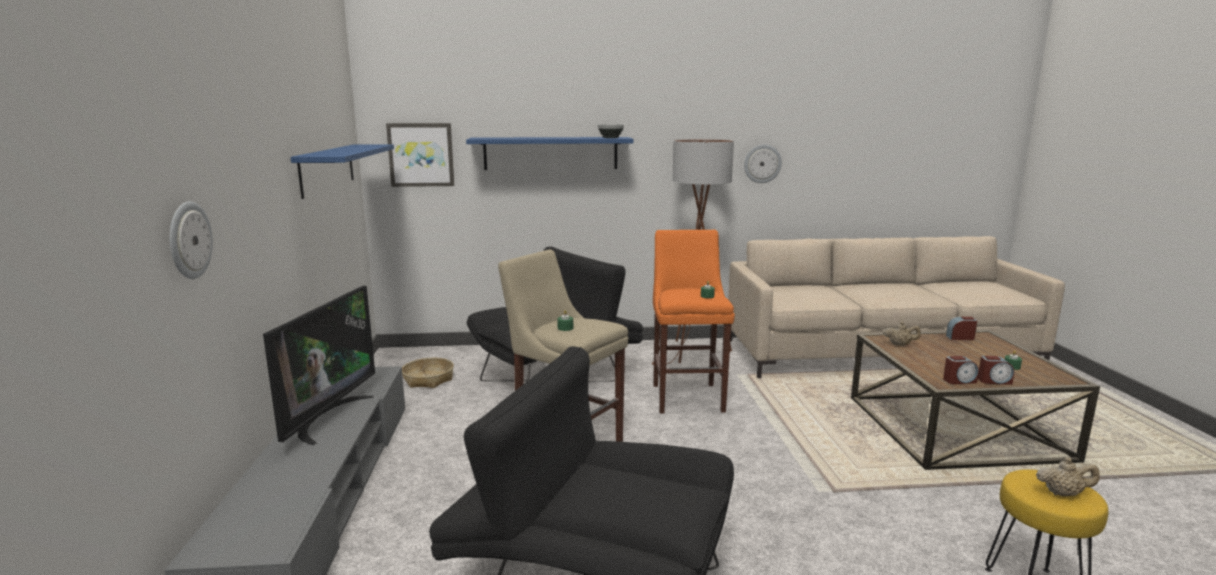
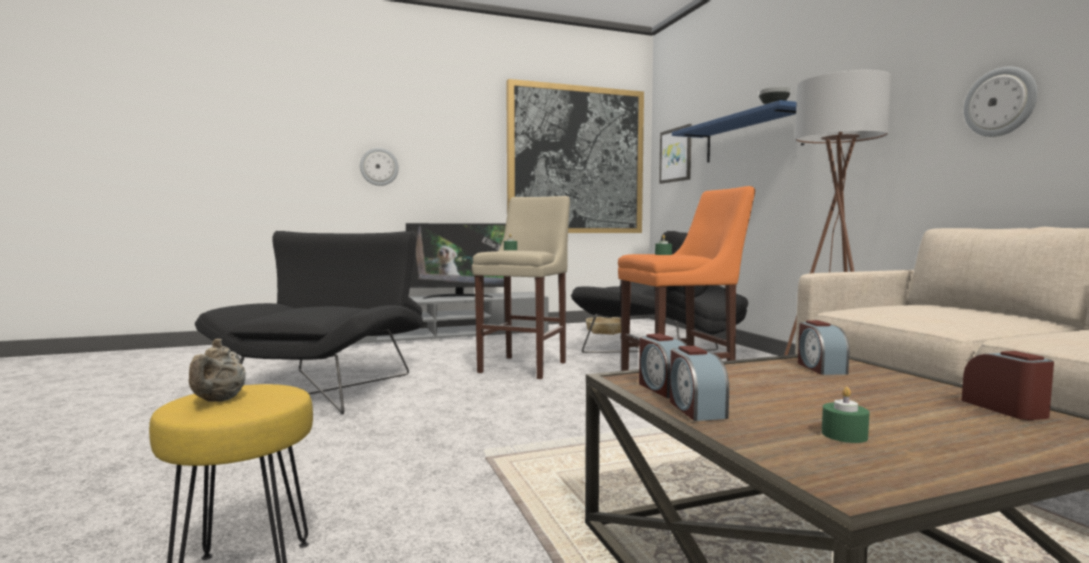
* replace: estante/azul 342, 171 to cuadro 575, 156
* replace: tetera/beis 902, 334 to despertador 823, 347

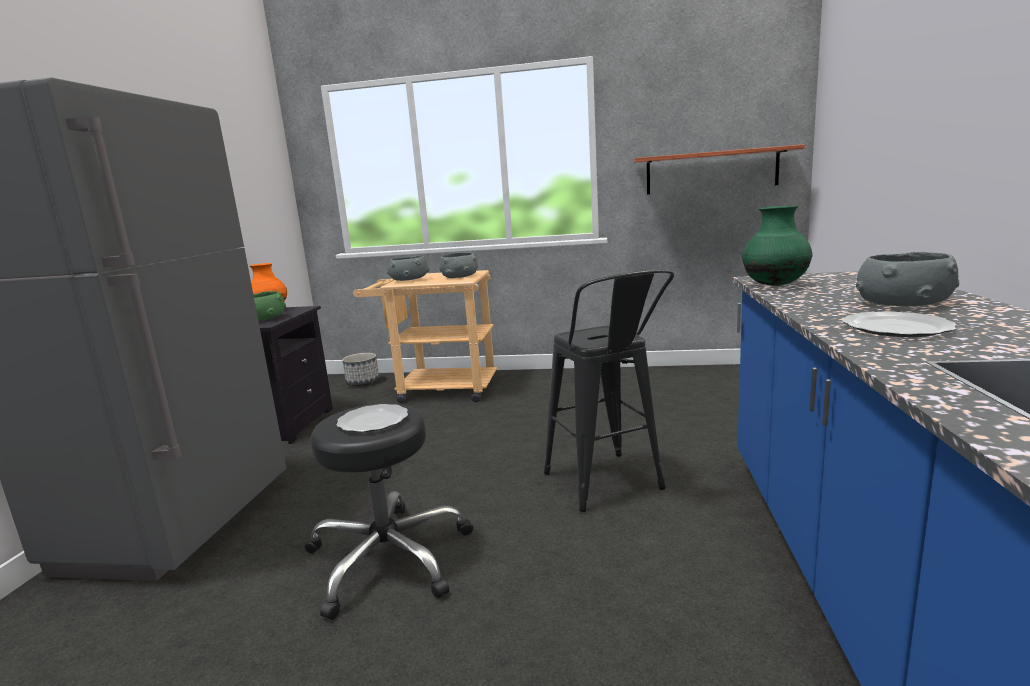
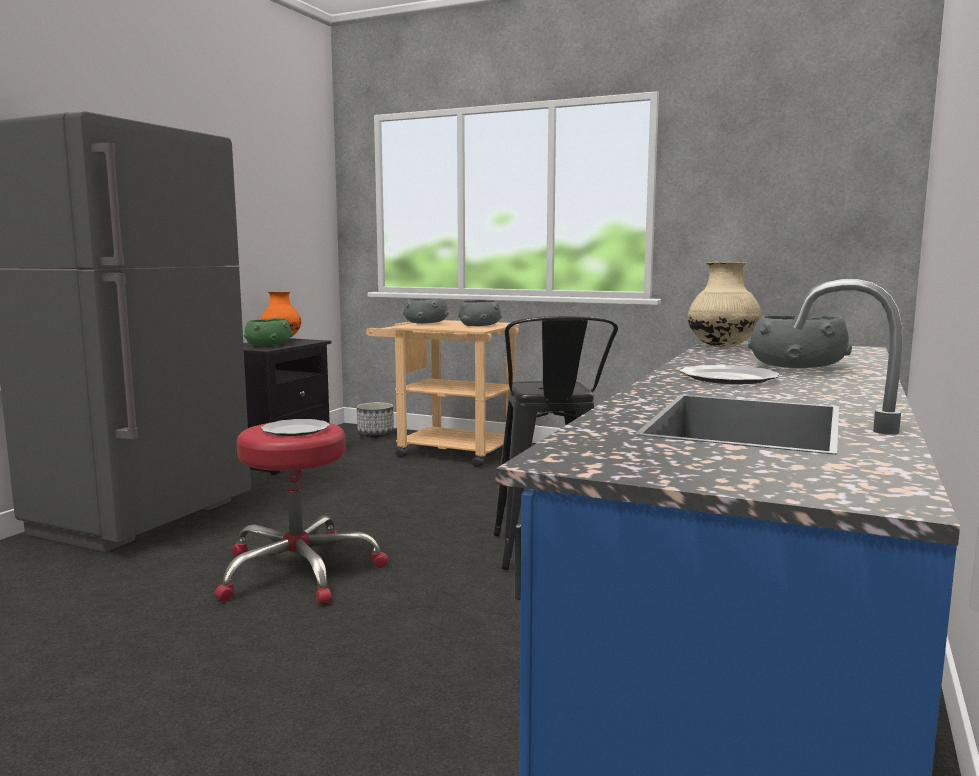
* recolor: taburete/negro 389, 511 to taburete/rojo 301, 513
* delete: estante 719, 169
* recolor: florero/verde 777, 246 to florero/beis 724, 304

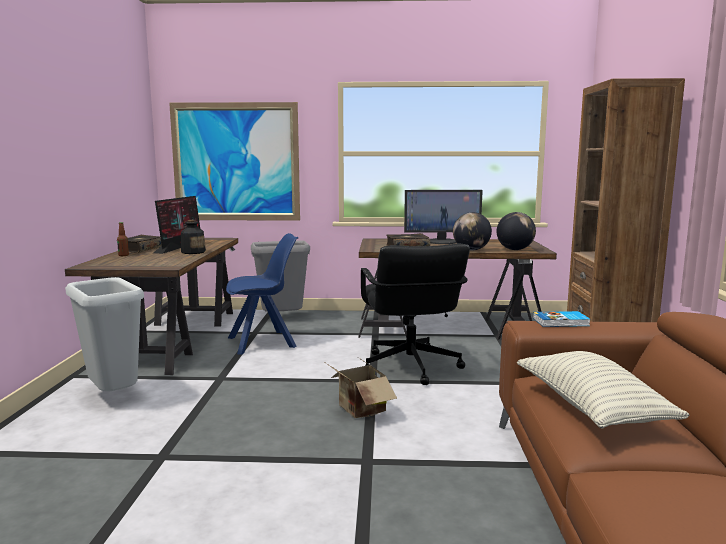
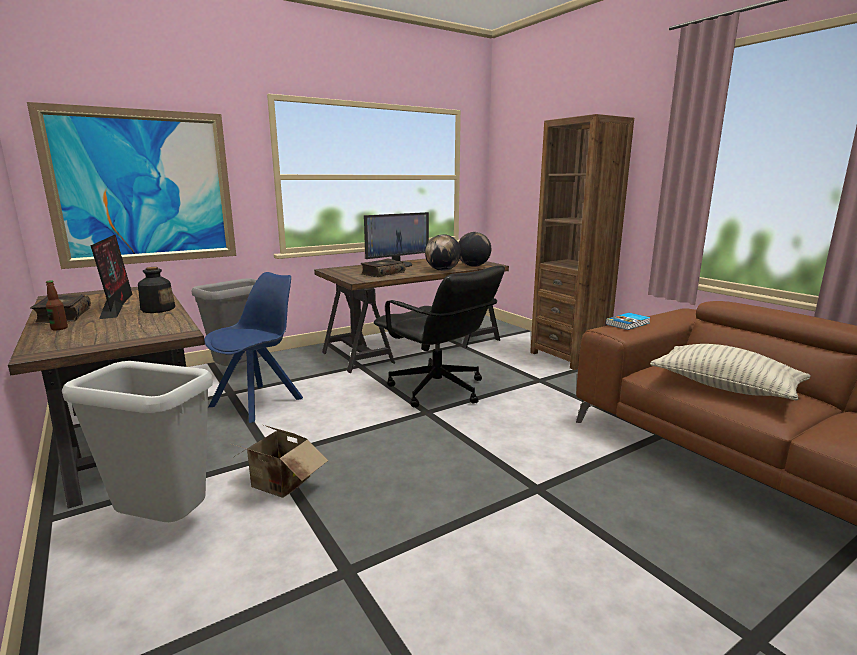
* move: caja de cartón 361, 388 to 280, 461

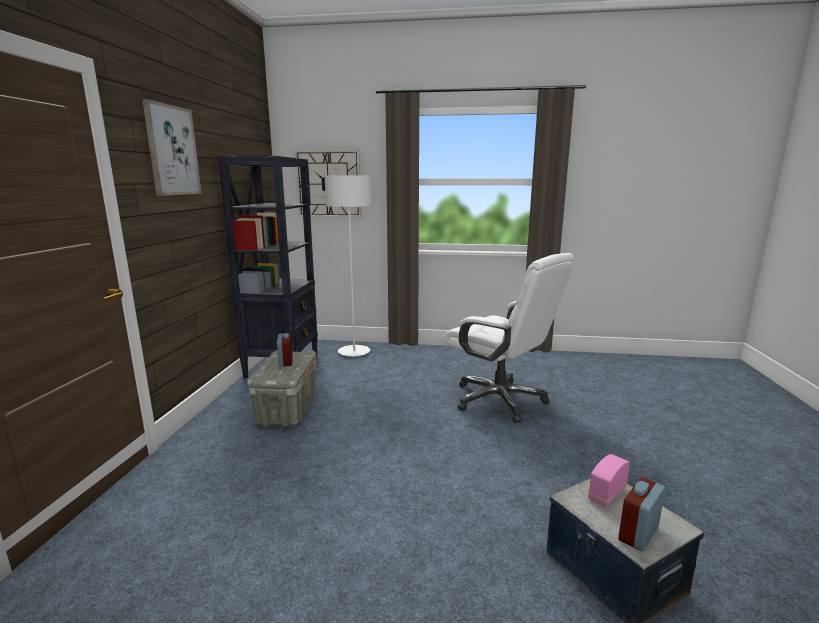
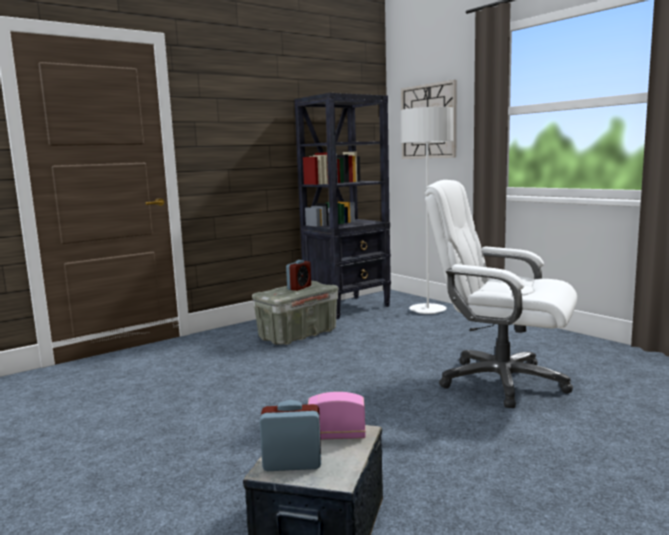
* delete: cuadro 172, 147
* rotate: silla de oficina/blanco 509, 338 = 501, 294 120 degrees clockwise

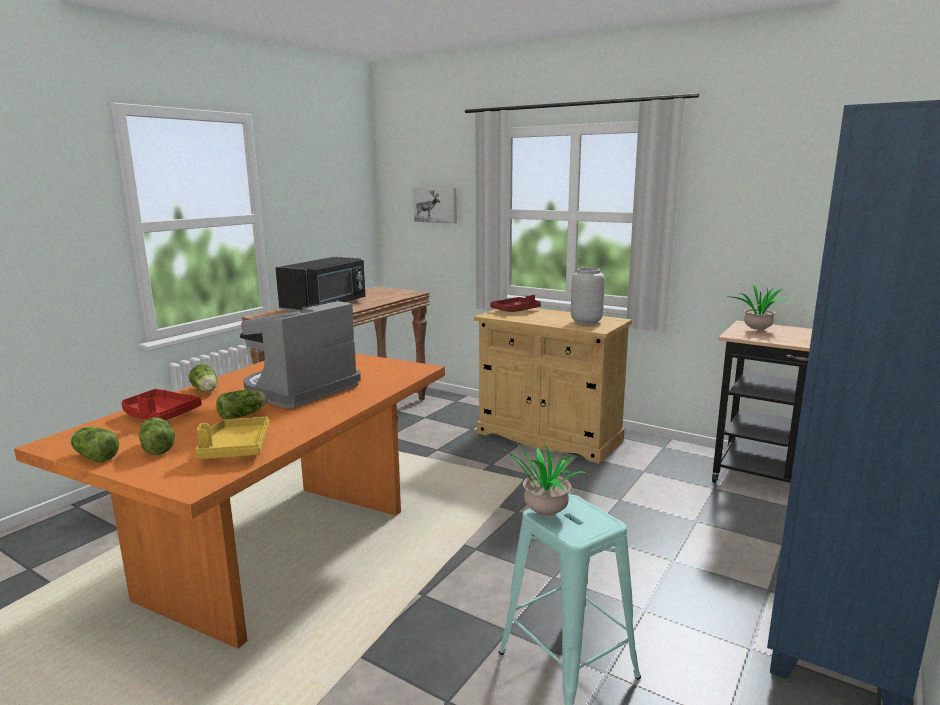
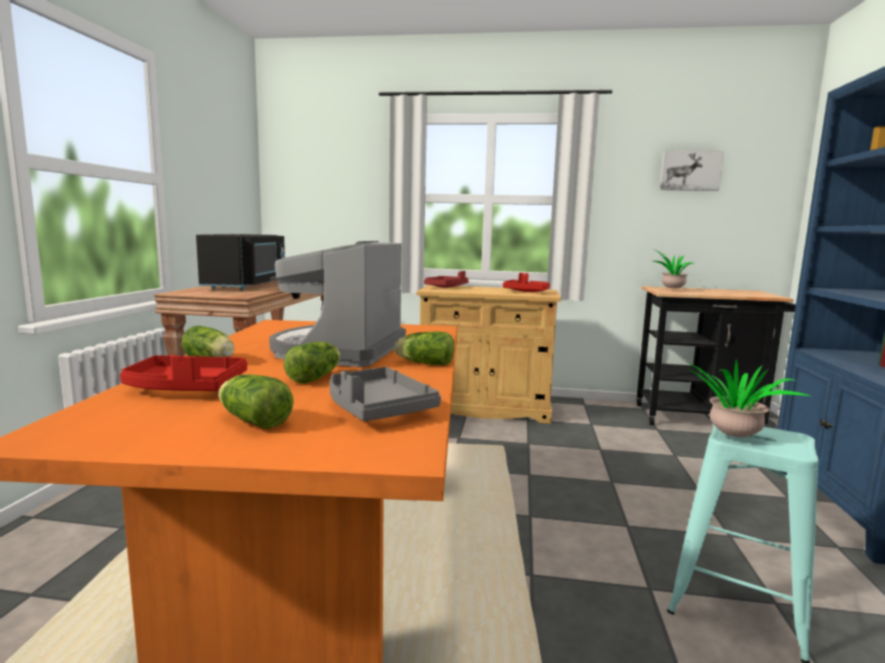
* move: lechuga 94, 444 to 424, 348
* recolor: bandeja/amarillo 232, 438 to bandeja/gris 385, 394
* move: cuadro 435, 205 to 692, 171
* replace: florero/gris 588, 296 to bandeja/rojo 526, 282

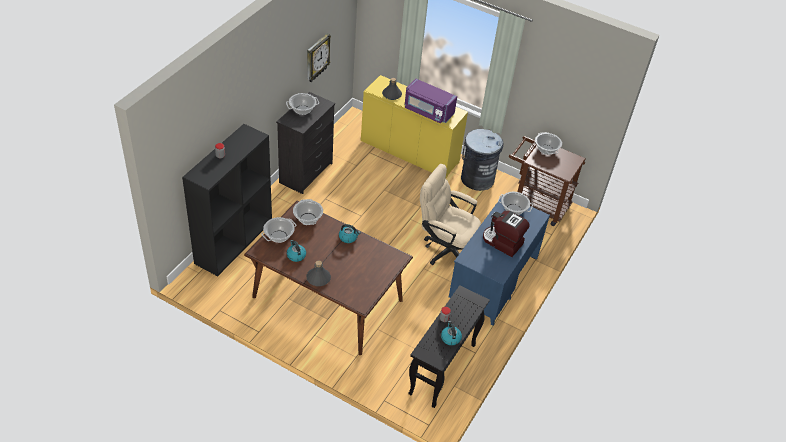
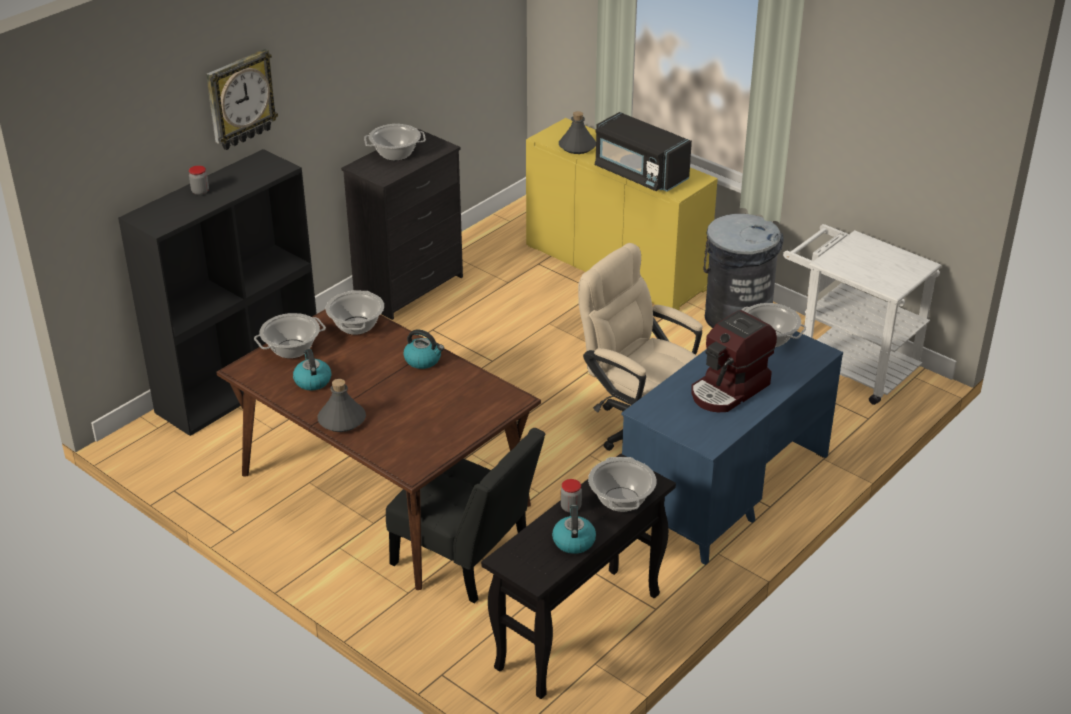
* move: reloj de pared 319, 57 to 242, 99
* recolor: microondas/morado 431, 101 to microondas/negro 643, 152
* rotate: cafetera 506, 234 = 734, 361 90 degrees counterclockwise
* recolor: carrito/marrón 547, 181 to carrito/blanco 862, 314
* move: olla 548, 143 to 622, 484
* insert: silla/negro 465, 515

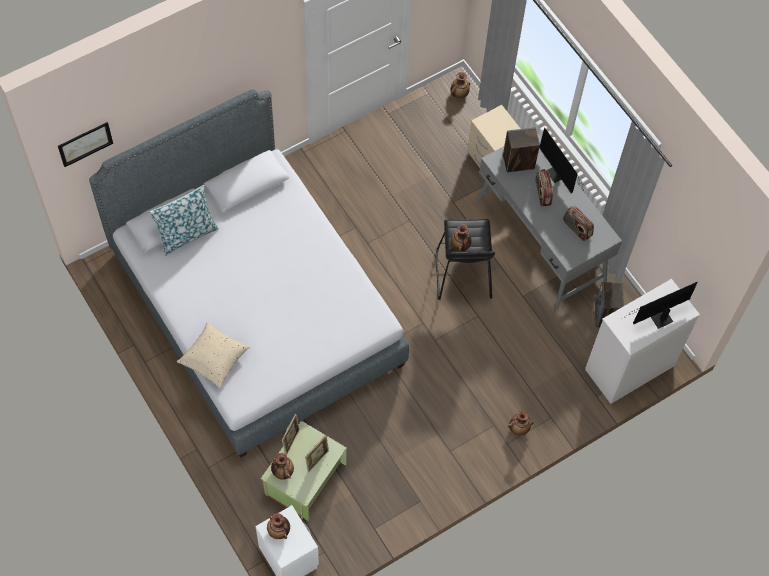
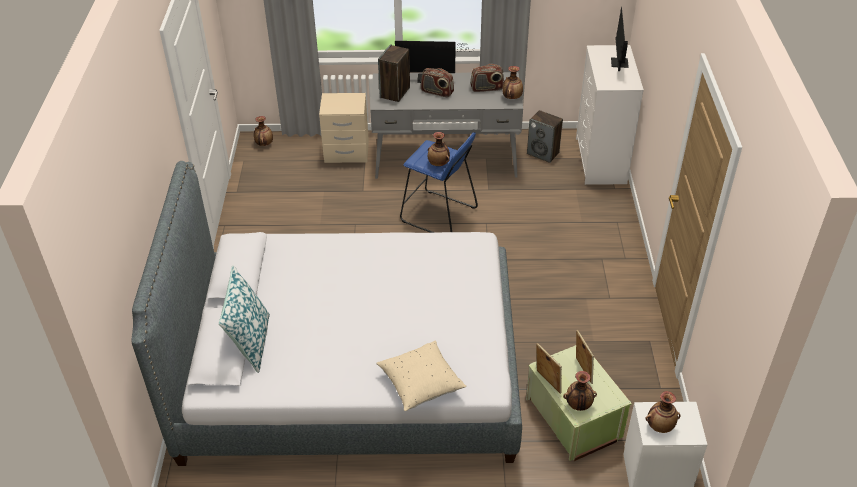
* delete: cuadro 85, 144
* recolor: taburete/negro 465, 259 to taburete/azul 439, 182
* move: florero 520, 423 to 512, 82

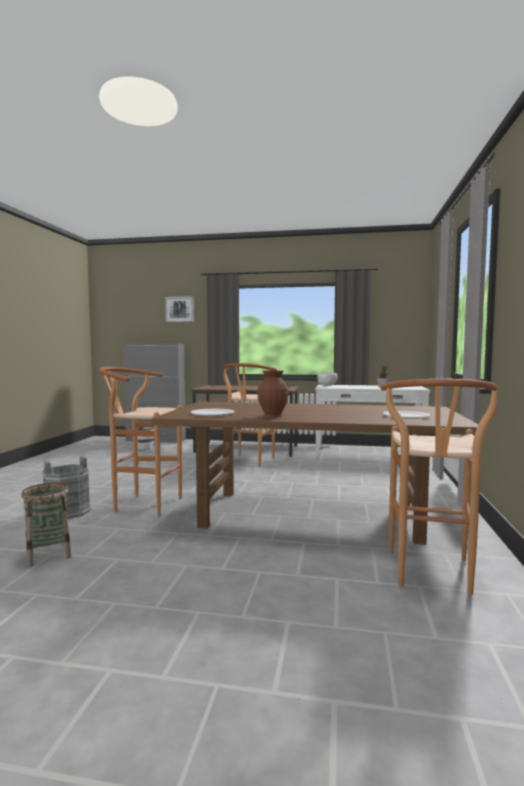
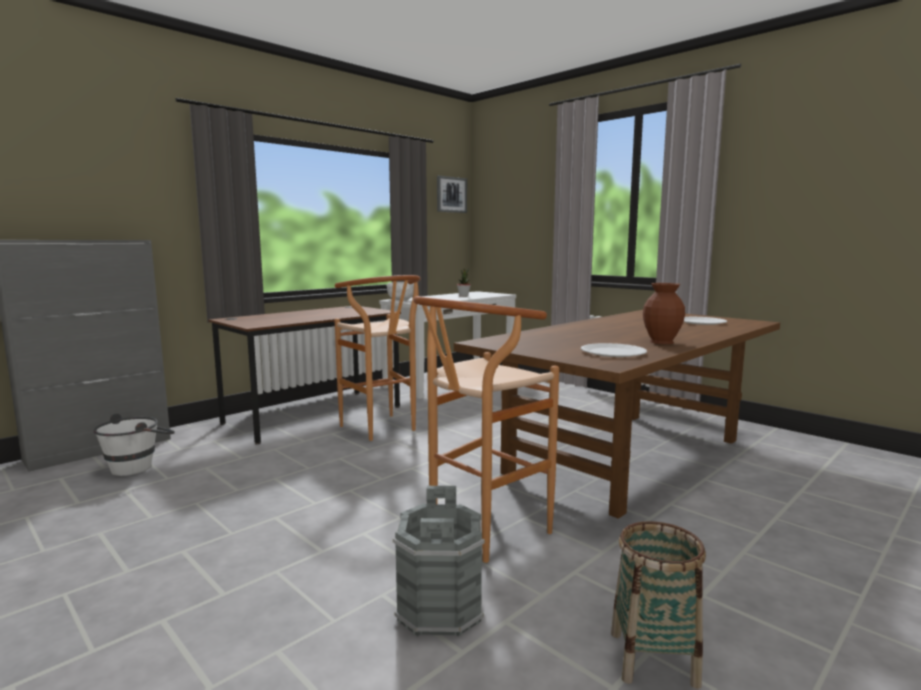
* move: cuadro 179, 309 to 452, 194
* delete: taburete/marrón 439, 487

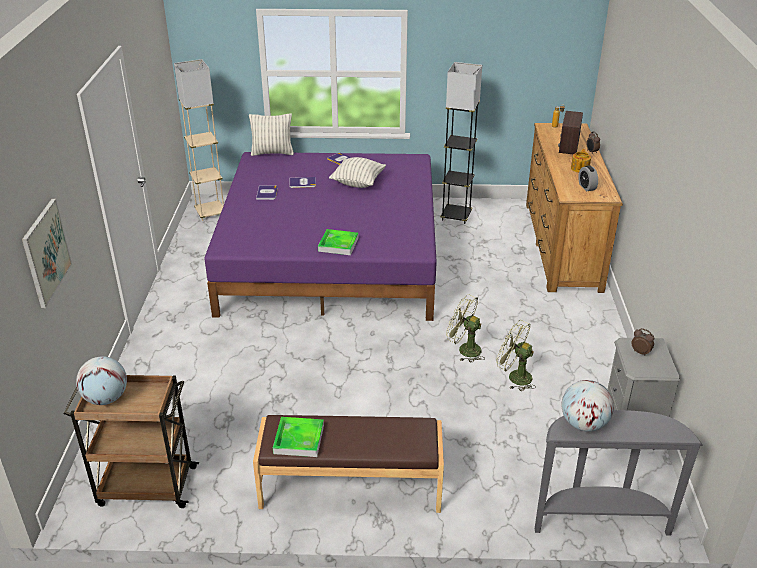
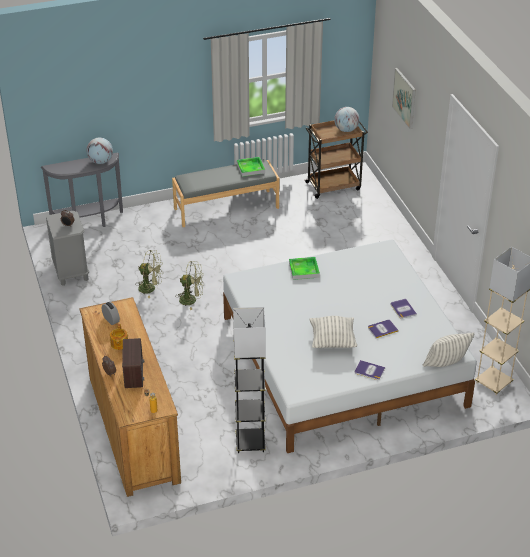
* recolor: cama/morado 320, 236 to cama/blanco 350, 346
* recolor: banco/marrón 348, 464 to banco/gris 225, 193

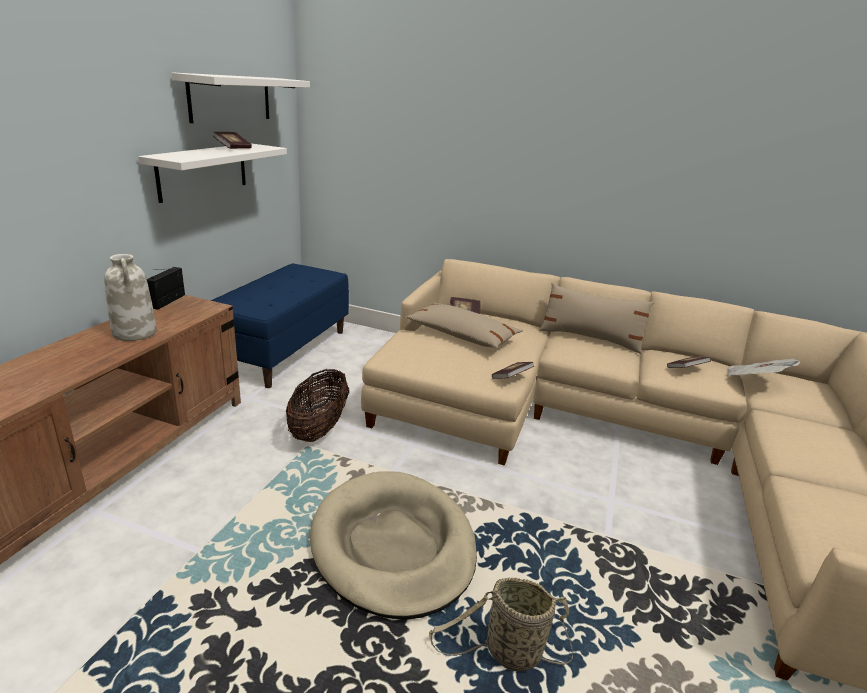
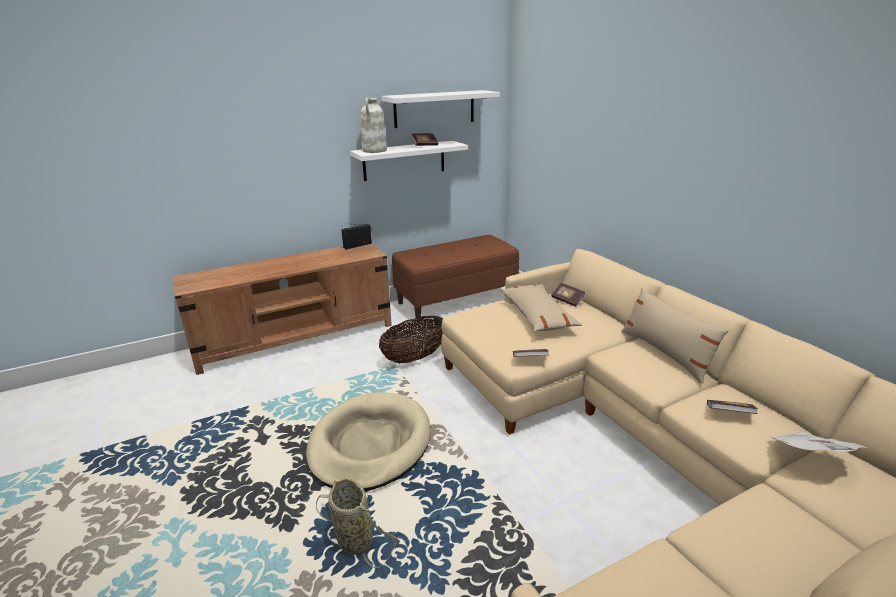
* move: florero/blanco 130, 297 to 374, 125
* recolor: banco/azul 280, 325 to banco/marrón 455, 278

